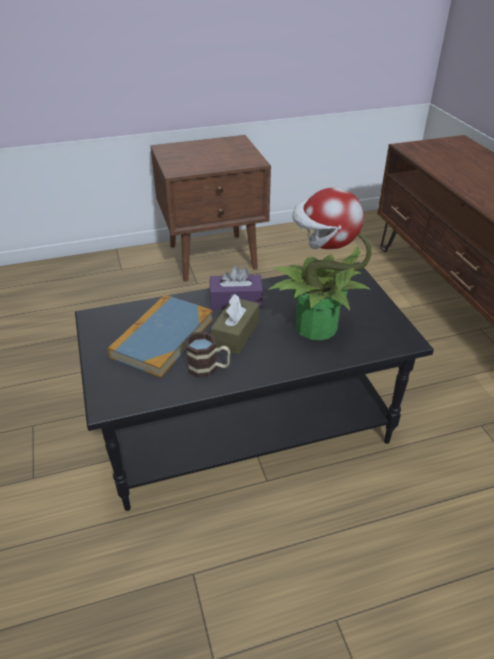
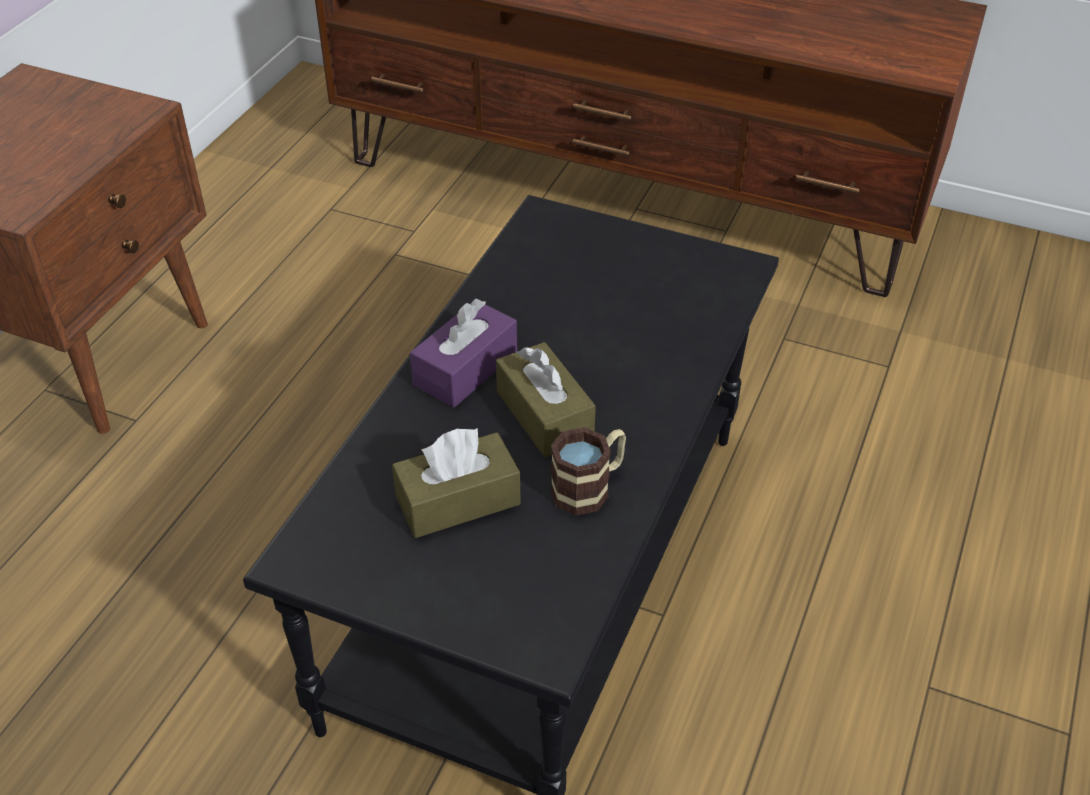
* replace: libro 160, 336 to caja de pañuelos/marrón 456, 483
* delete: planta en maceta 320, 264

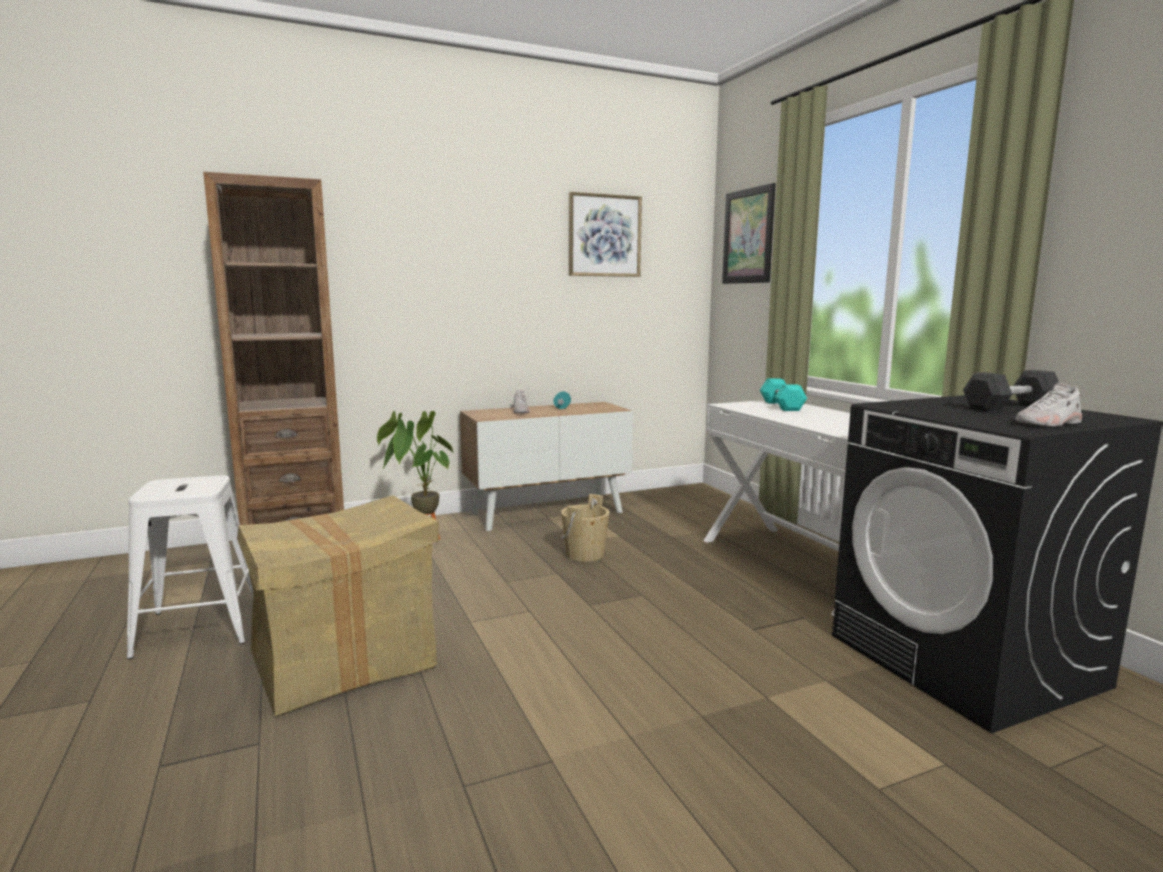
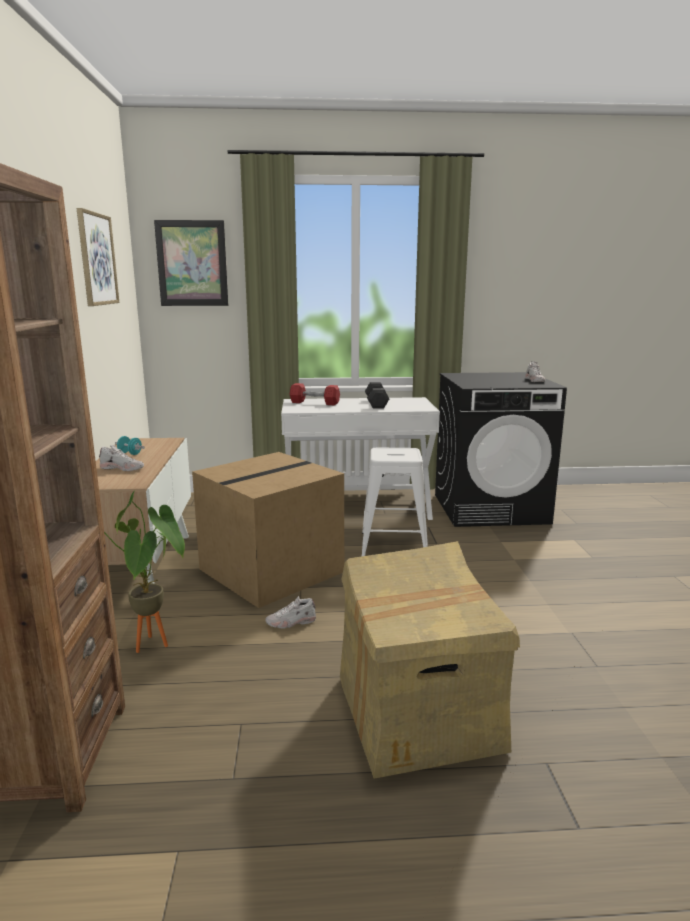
* move: taburete/blanco 189, 567 to 395, 502
* replace: cubo/beis 585, 528 to caja de cartón 268, 530
* recolor: mancuerna/turquesa 783, 395 to mancuerna/rojo 315, 394
* move: mancuerna/gris 1011, 391 to 377, 395
* insert: zapato/blanco 291, 612

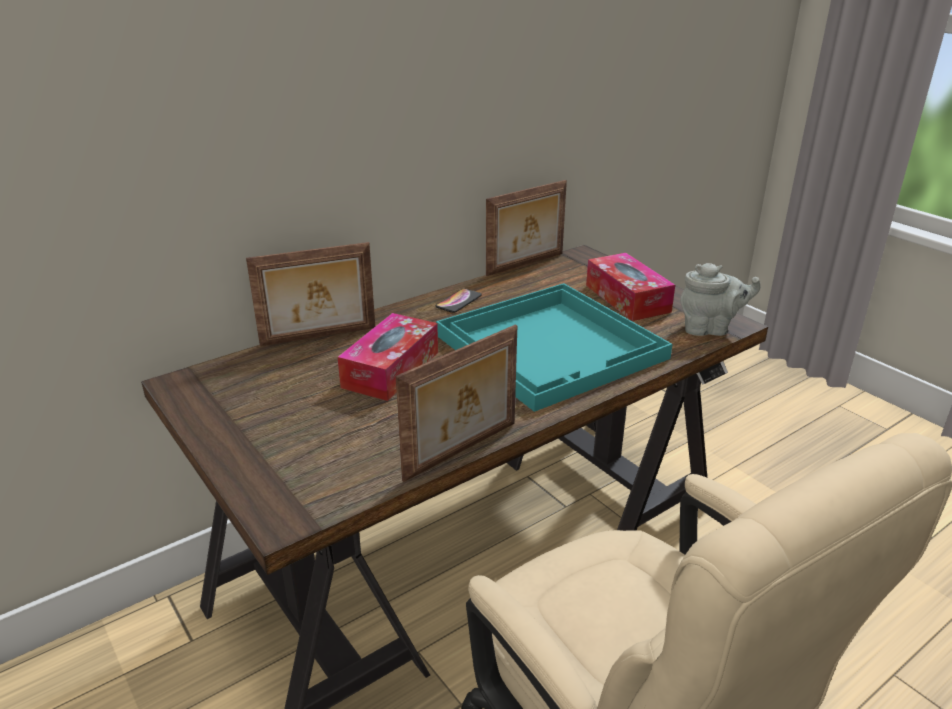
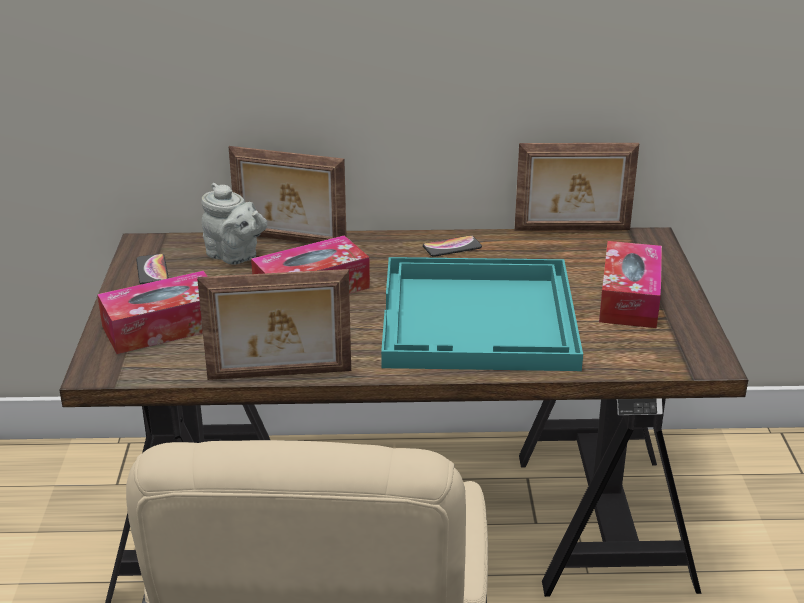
* move: tetera/gris 720, 299 to 234, 224
* insert: caja de pañuelos 152, 312
* insert: móvil 152, 269

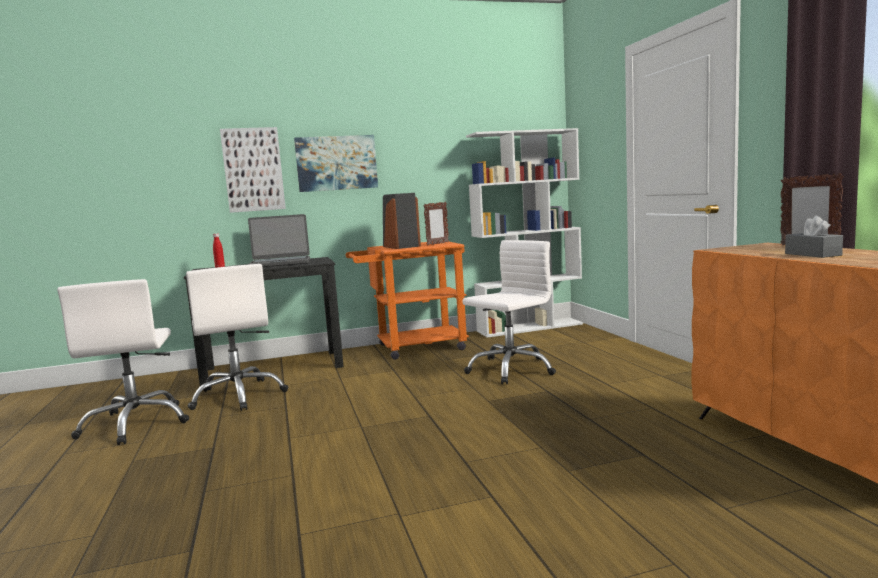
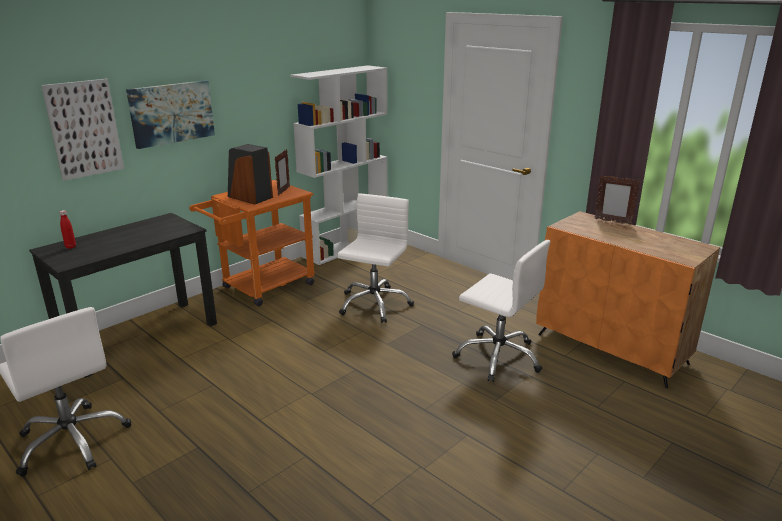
* move: silla de oficina/blanco 237, 337 to 501, 311
* delete: portátil 279, 240
* delete: caja de pañuelos/gris 814, 237

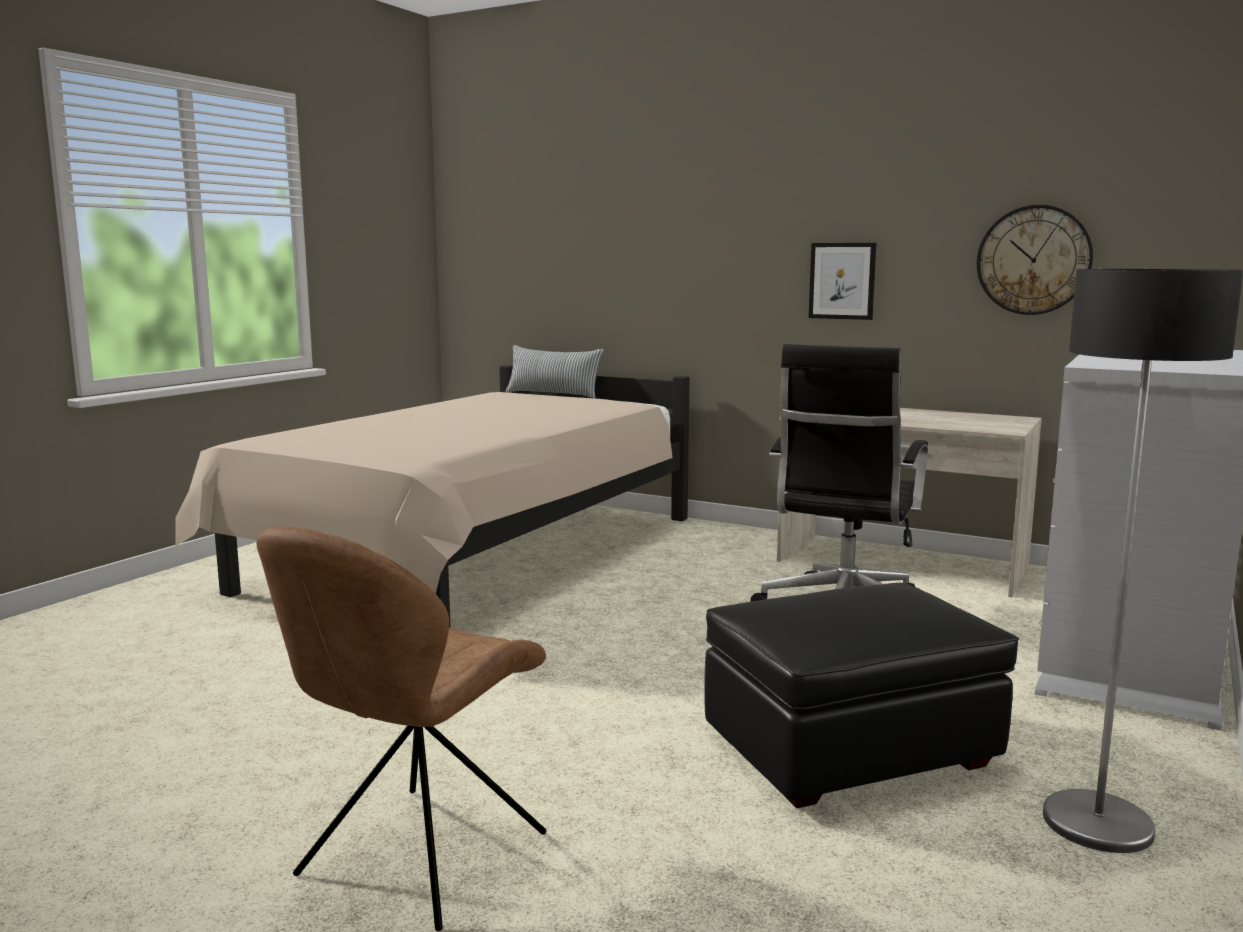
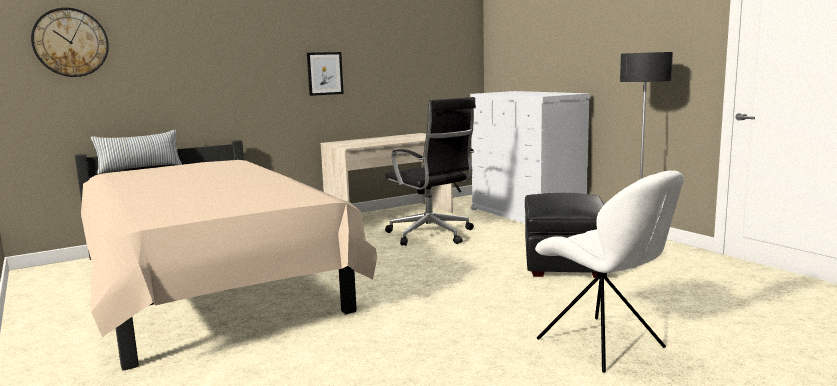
* recolor: silla/marrón 401, 728 to silla/blanco 609, 272
* move: reloj de pared 1035, 260 to 70, 42

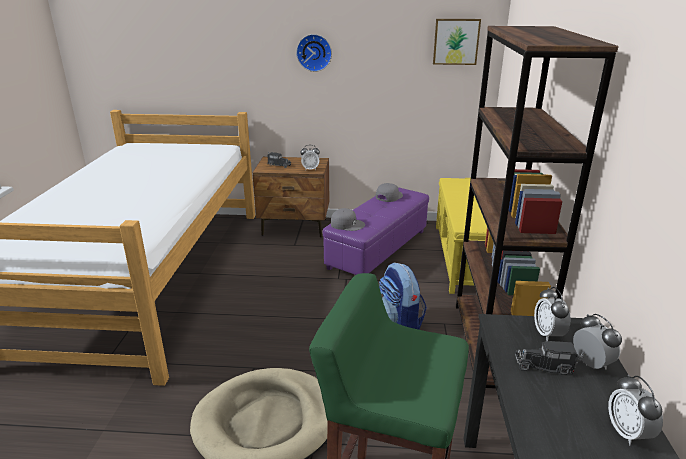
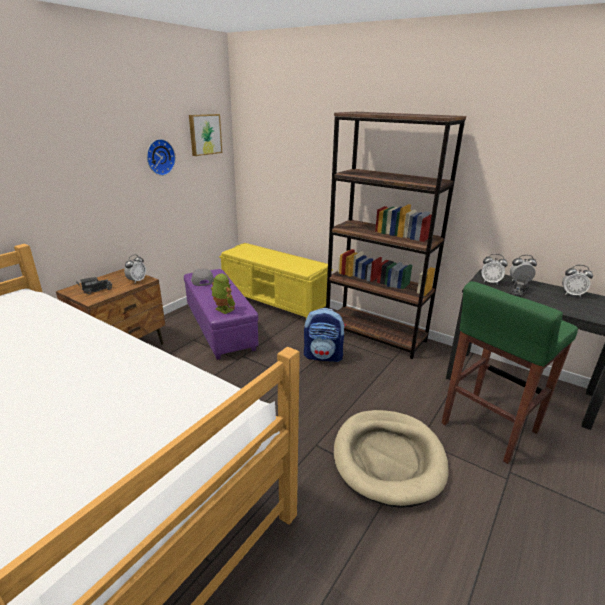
* move: reloj de pared 314, 53 to 161, 157
* replace: gorra/gris 348, 219 to robot de juguete 223, 294

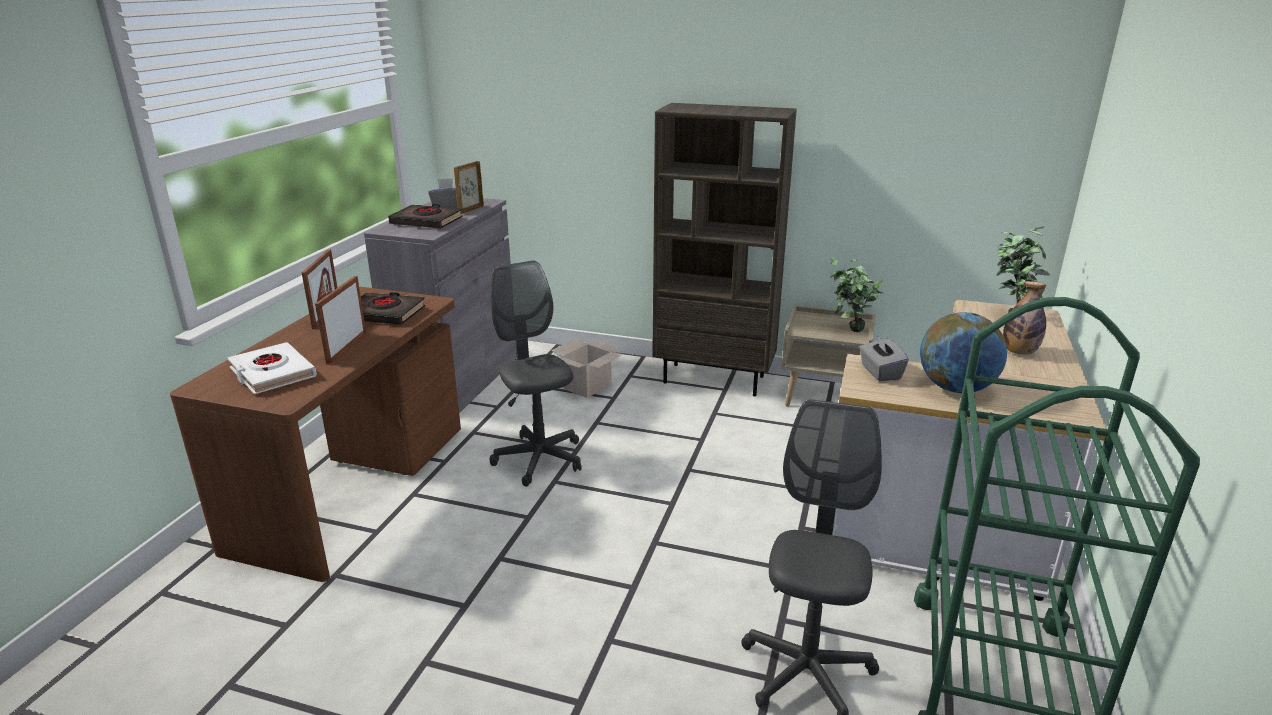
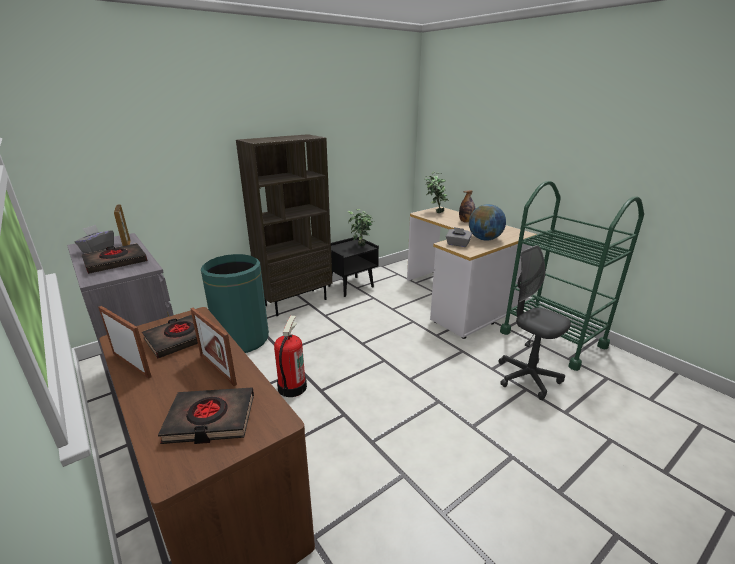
* recolor: libro/blanco 272, 368 to libro/negro 206, 415
* replace: silla de oficina/gris 535, 373 to extintor 290, 356
* replace: caja de cartón 587, 368 to papelera/verde 235, 303
* recolor: mesita de noche/beis 828, 356 to mesita de noche/negro 353, 267

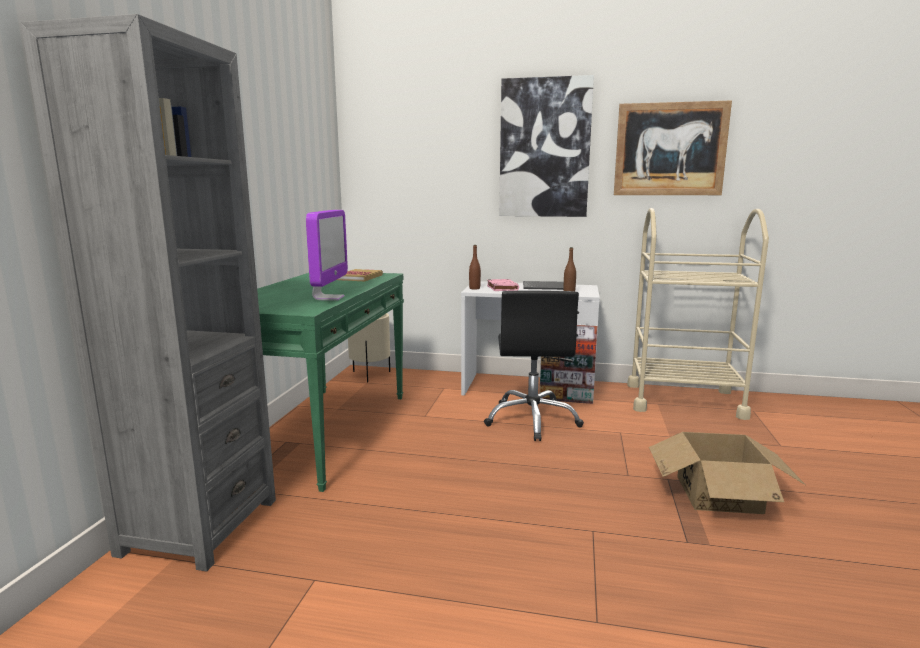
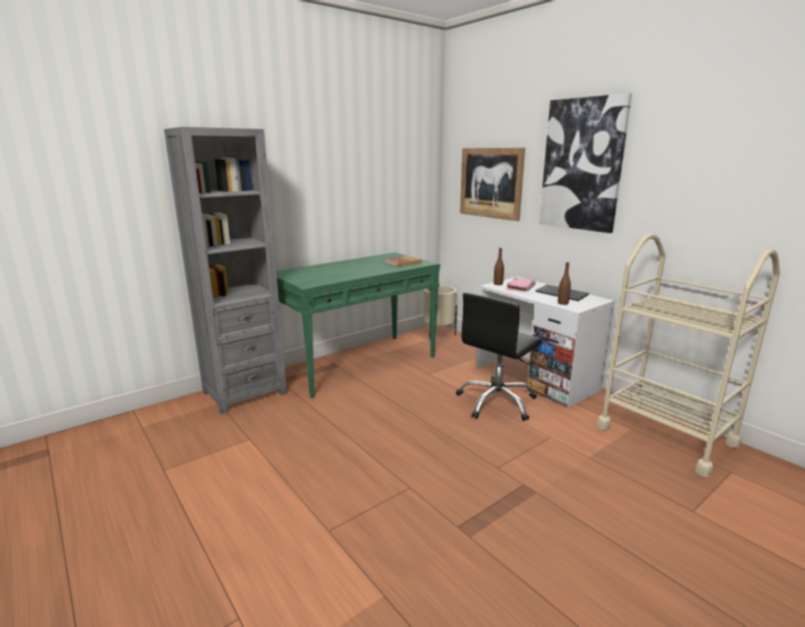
* delete: monitor 327, 255
* move: cuadro 673, 147 to 492, 184
* delete: caja de cartón 727, 473

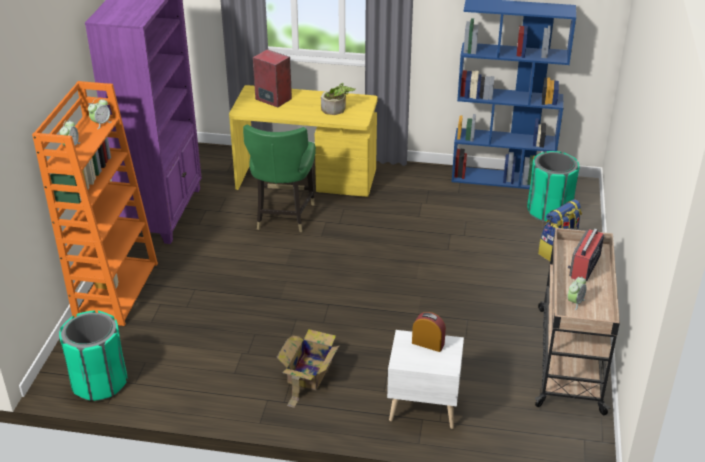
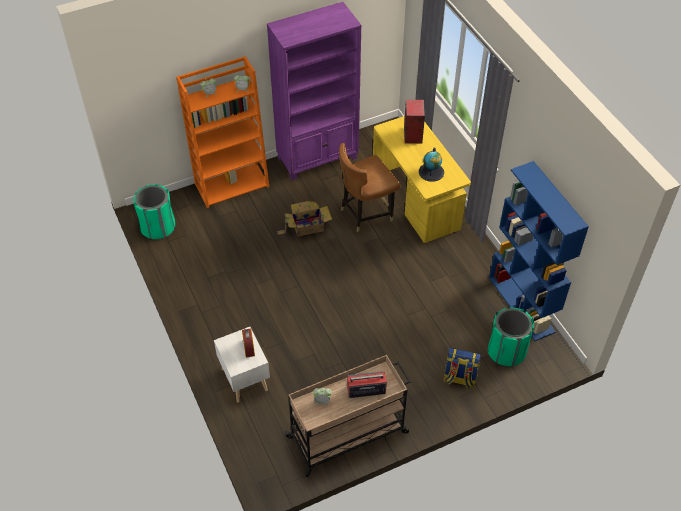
* recolor: silla/verde 279, 178 to silla/marrón 369, 187
* move: caja de cartón 308, 368 to 304, 219
* replace: planta en maceta 338, 99 to globo terráqueo 431, 164

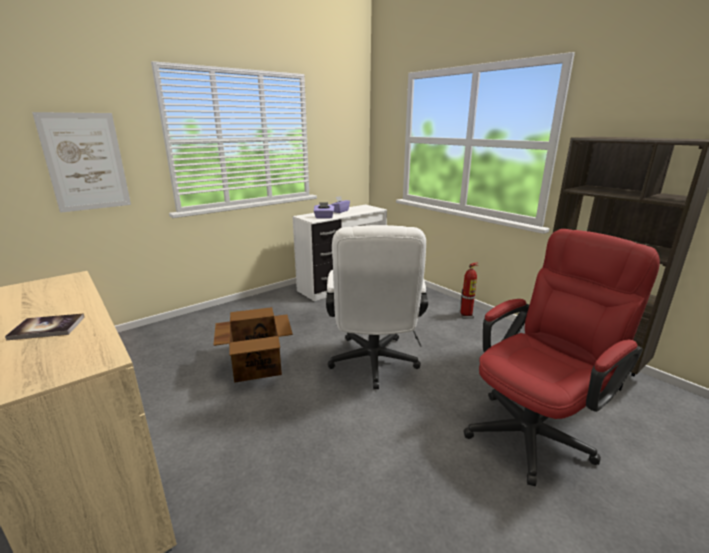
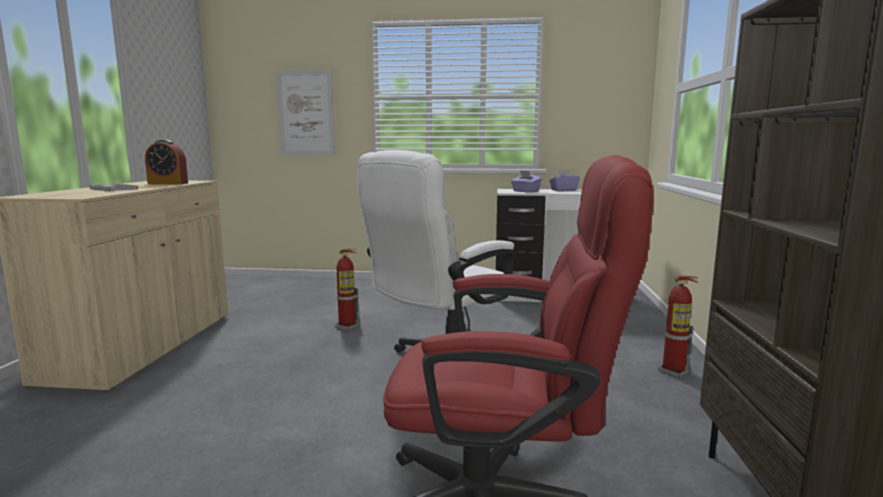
* replace: caja de cartón 253, 345 to extintor 347, 290
* insert: despertador 166, 162

